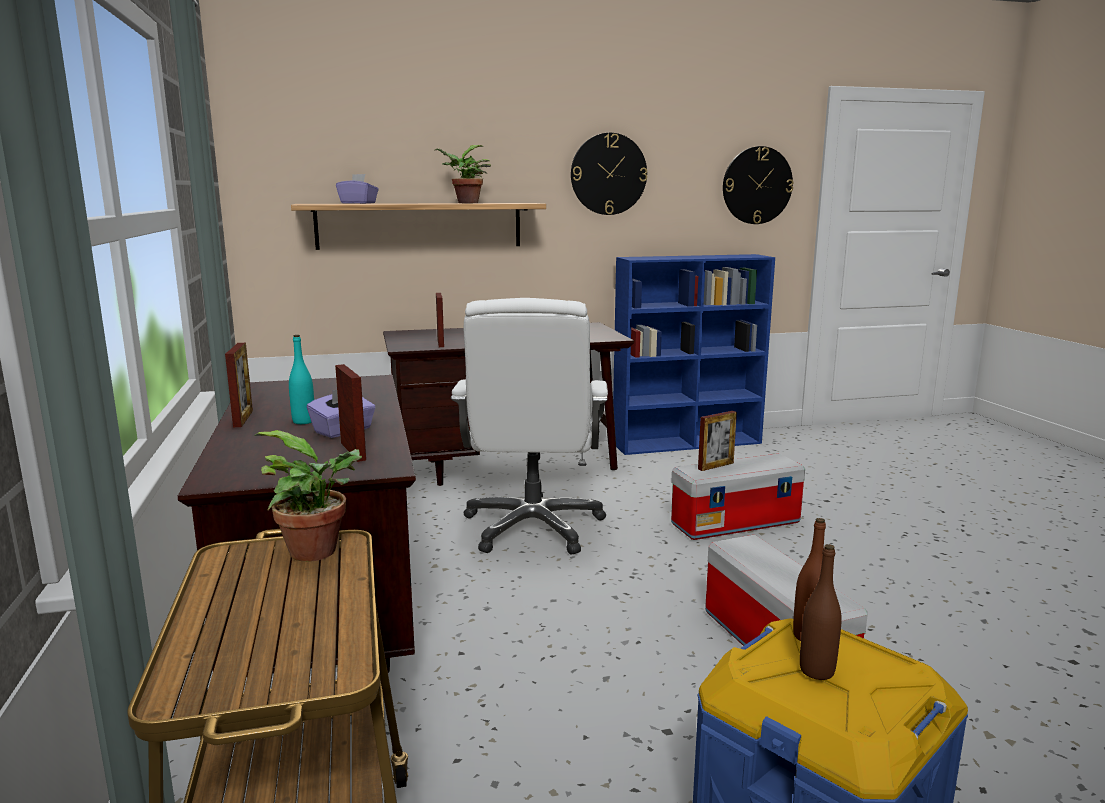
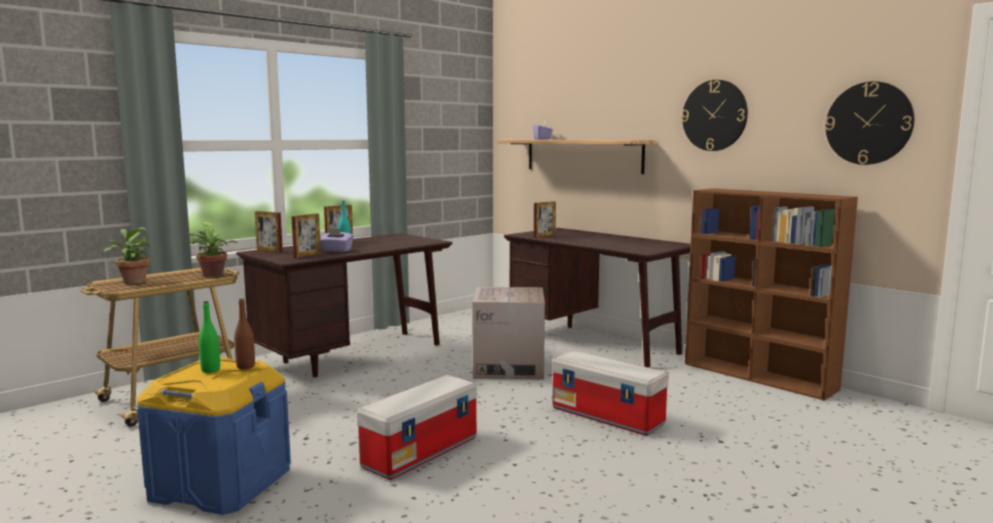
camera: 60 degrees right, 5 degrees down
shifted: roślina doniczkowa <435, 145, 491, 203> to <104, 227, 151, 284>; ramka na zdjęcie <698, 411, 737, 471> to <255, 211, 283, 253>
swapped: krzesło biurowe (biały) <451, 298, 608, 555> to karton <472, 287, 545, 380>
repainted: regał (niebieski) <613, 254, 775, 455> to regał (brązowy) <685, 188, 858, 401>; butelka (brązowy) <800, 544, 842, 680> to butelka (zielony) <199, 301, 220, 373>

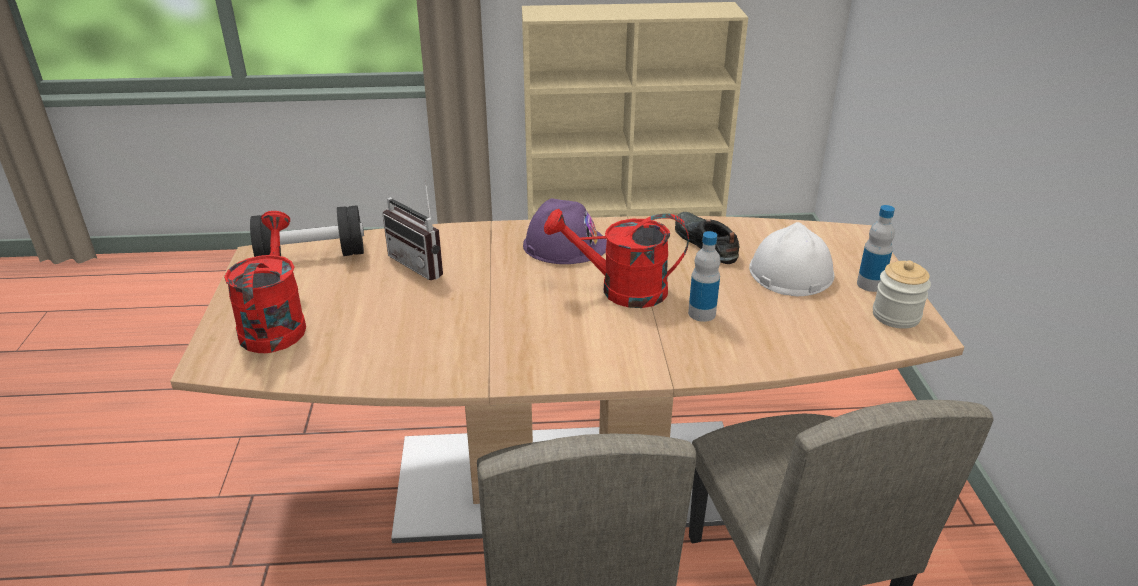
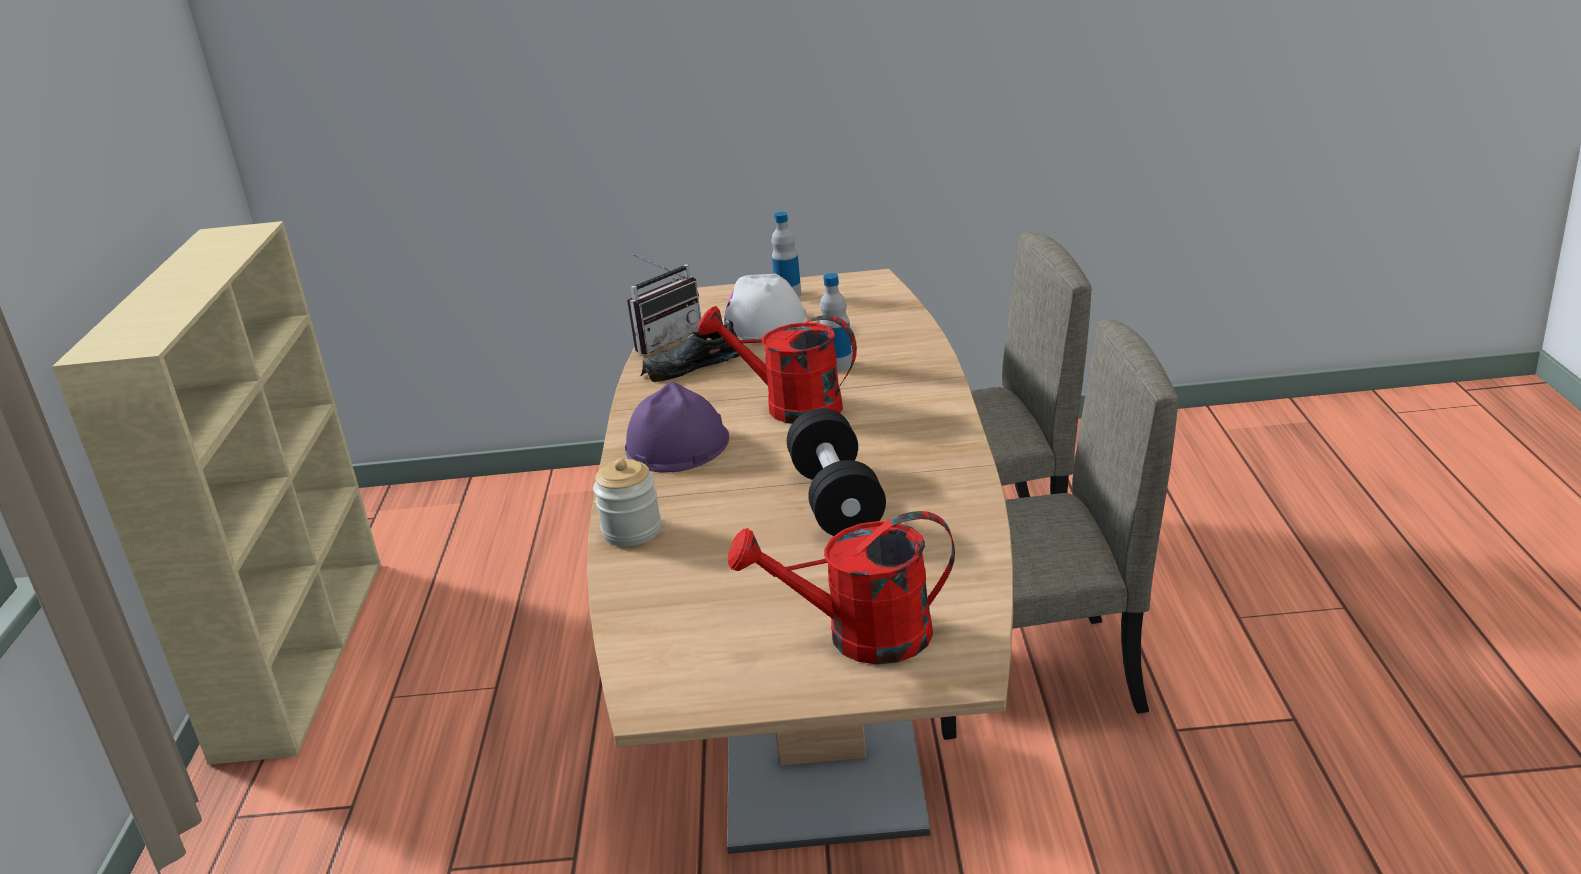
camera: 85 degrees left, 5 degrees down
shifted: hantel (czarny) <250, 205, 364, 257> to <787, 408, 886, 536>; radio <383, 181, 443, 280> to <627, 254, 701, 355>; słoik <873, 260, 931, 329> to <593, 458, 661, 546>
rotated: konewka (czerwony) <544, 209, 689, 308> = <698, 306, 857, 424> 105 degrees clockwise

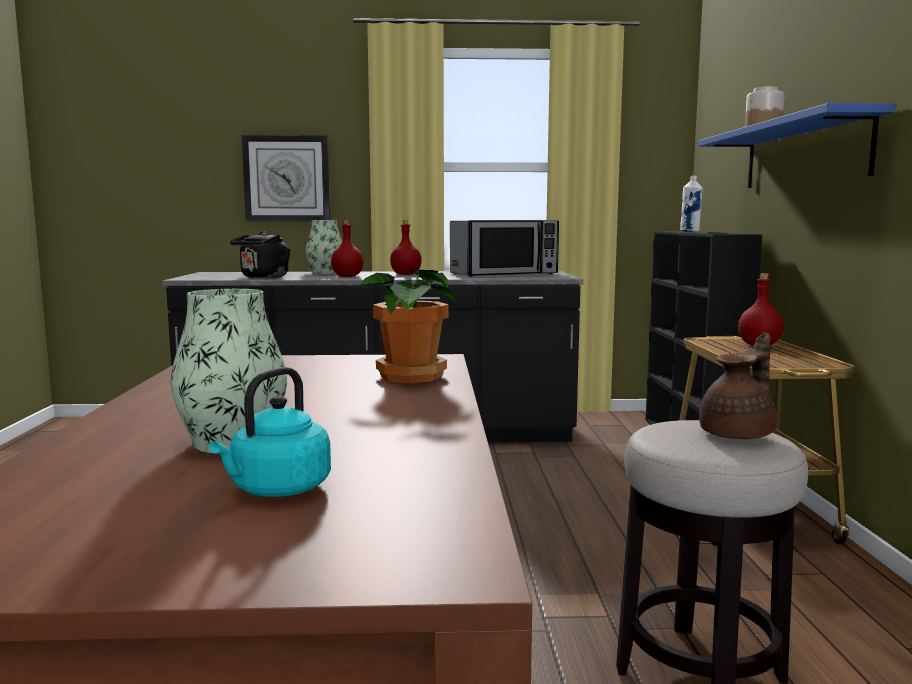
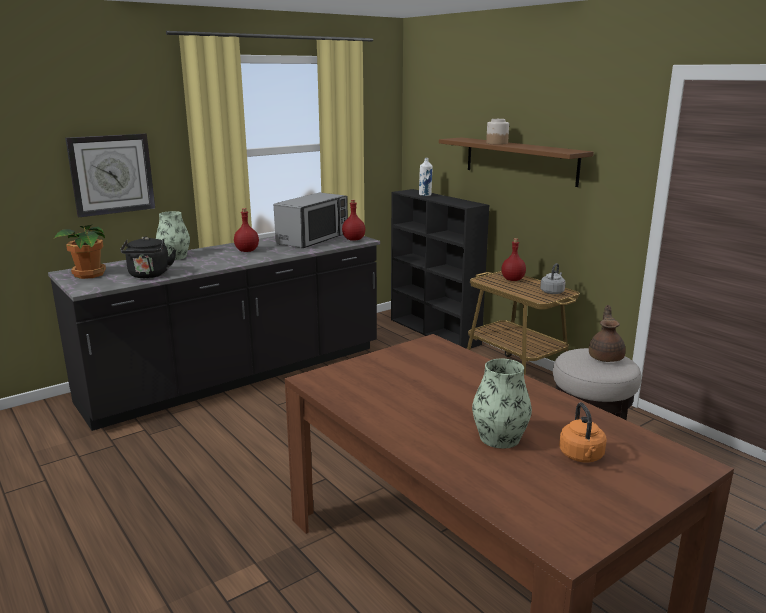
camera: 35 degrees left, 10 degrees up
new: czajnik (szary) <540, 263, 566, 294>
shifted: butelka (czerwony) <331, 220, 364, 277> to <342, 199, 365, 241>; roślina doniczkowa <355, 270, 456, 383> to <54, 224, 106, 279>
repainted: czajnik (turkusowy) <209, 367, 331, 497> to czajnik (pomarańczowy) <559, 402, 607, 463>; półka (niebieski) <698, 103, 895, 188> to półka (brązowy) <439, 137, 593, 187>

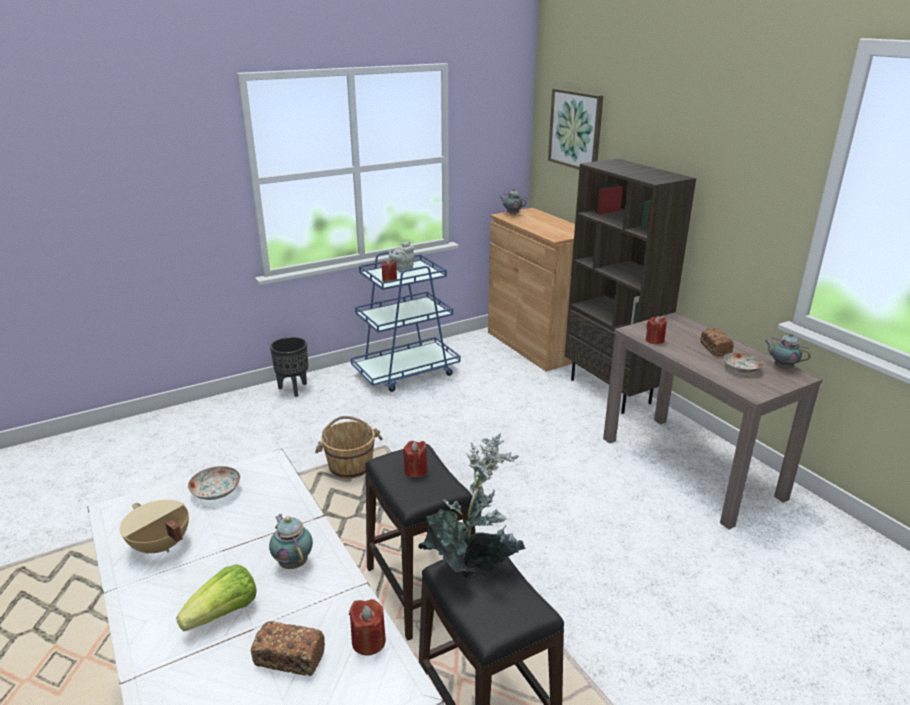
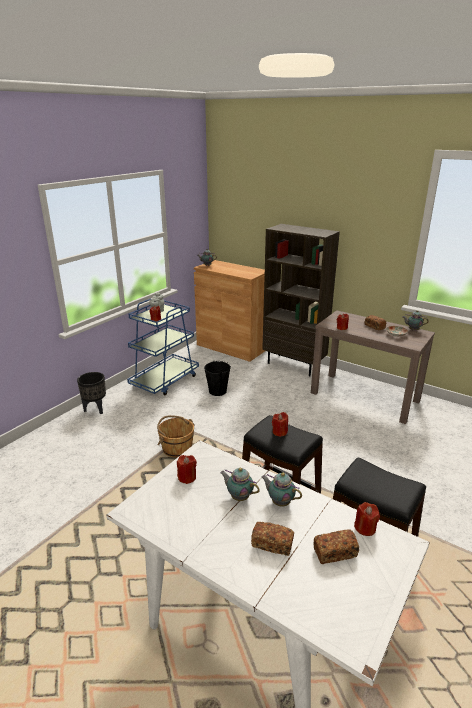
camera: 25 degrees left, 0 degrees up
gone: garnek (beżowy) <119, 500, 189, 554>; roślina doniczkowa <418, 434, 526, 579>; obraz <548, 88, 603, 169>
new: wiadro (czarny) <204, 360, 231, 396>; imbryk <220, 468, 260, 501>
swapped: sałata <176, 564, 257, 631> to chleb <251, 522, 294, 556>; talerz <188, 466, 240, 500> to świeca (czerwony) <177, 455, 197, 484>

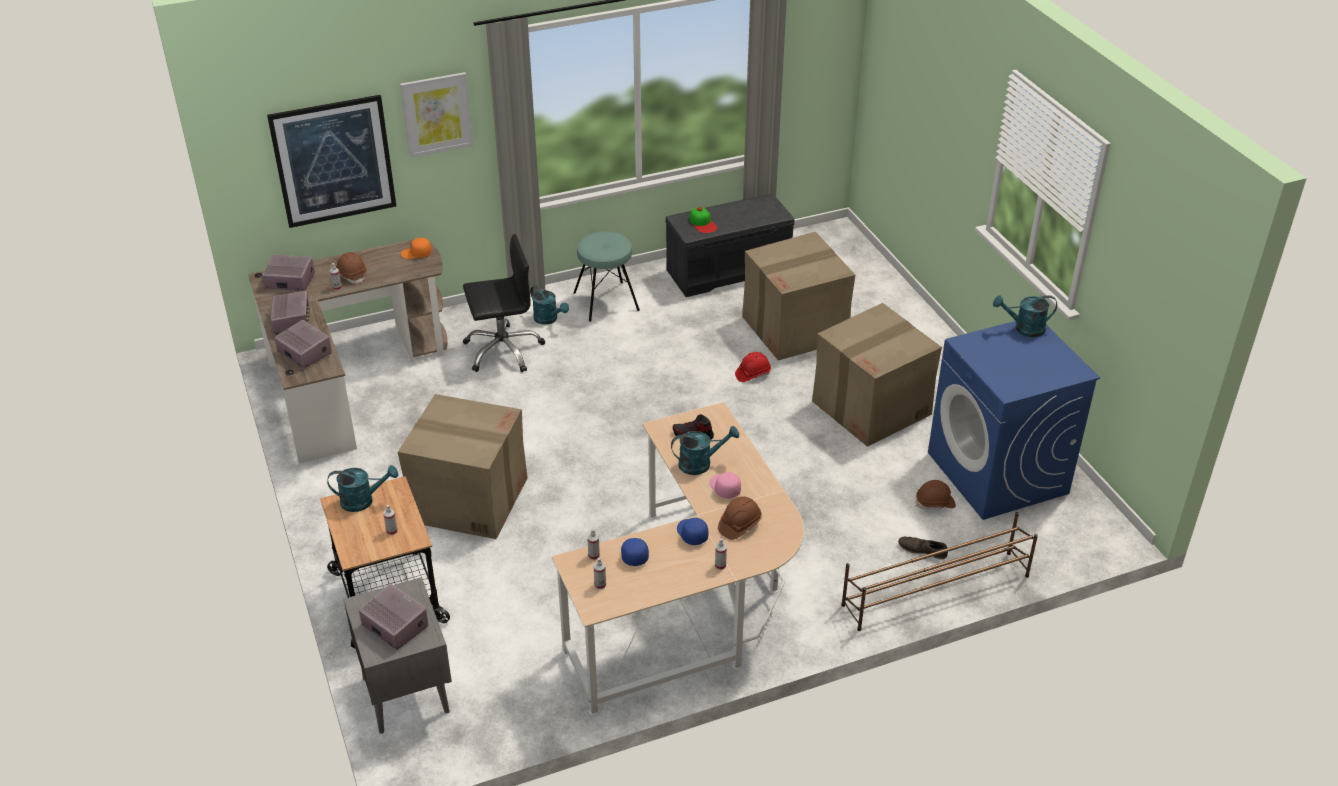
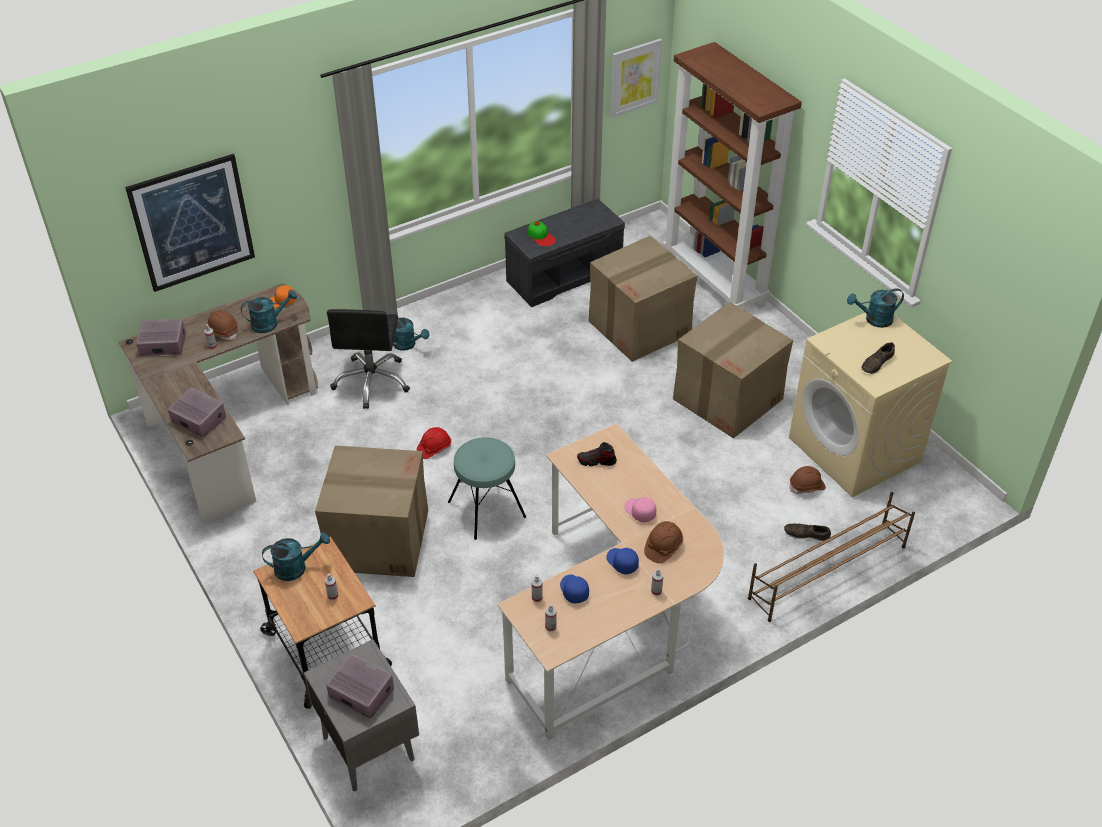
camera: 10 degrees left, 5 degrees up
gone: radio <270, 291, 310, 335>
new: regał (brązowy) <663, 42, 802, 309>; but (brązowy) <861, 343, 895, 374>
shifted: obraz <400, 72, 473, 158> to <610, 39, 662, 118>; stołek (turkusowy) <573, 231, 640, 322> to <448, 437, 526, 540>; konewka (turkusowy) <671, 426, 739, 475> to <241, 290, 297, 333>; kask (czerwony) <735, 352, 771, 382> to <417, 427, 451, 459>
repainted: pralka (niebieski) <928, 321, 1100, 520> to pralka (beżowy) <789, 313, 952, 497>
rotated: krzesło biurowe (czarny) <463, 234, 545, 372> = <327, 309, 410, 409> 120 degrees clockwise

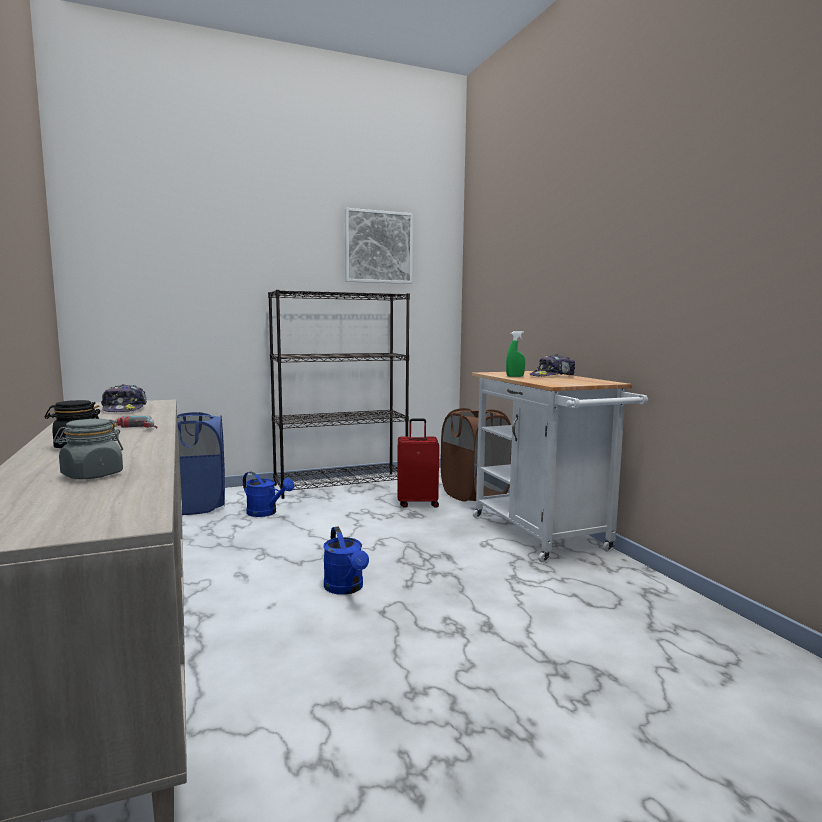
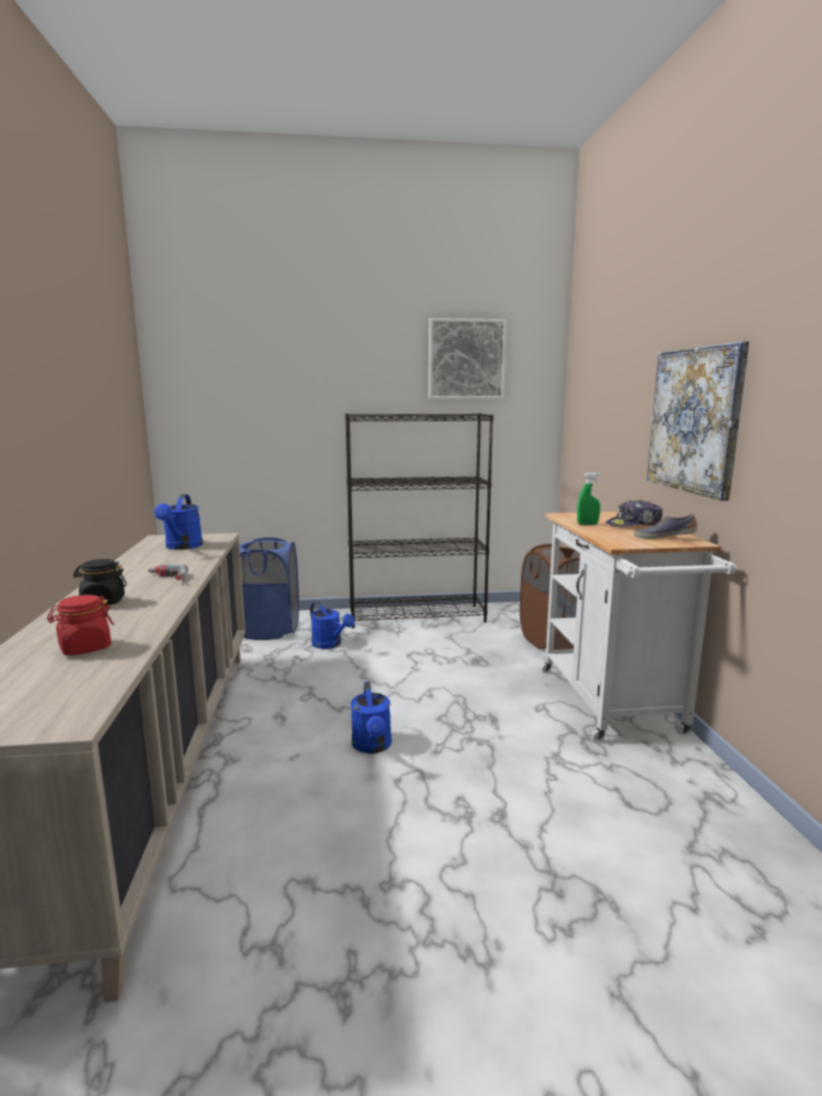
camera: 15 degrees right, 5 degrees up
gone: walizka (czerwony) <397, 418, 439, 508>
new: but <634, 514, 698, 539>; obraz <647, 341, 749, 501>
swapped: czapka z daszkiem <101, 384, 147, 412> to konewka (niebieski) <154, 494, 203, 550>
repainted: słoik (szary) <53, 419, 123, 479> to słoik (czerwony) <47, 595, 114, 656>

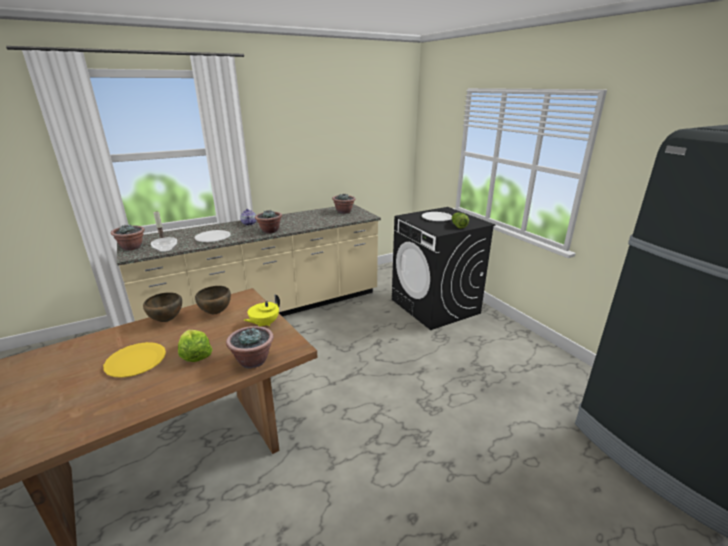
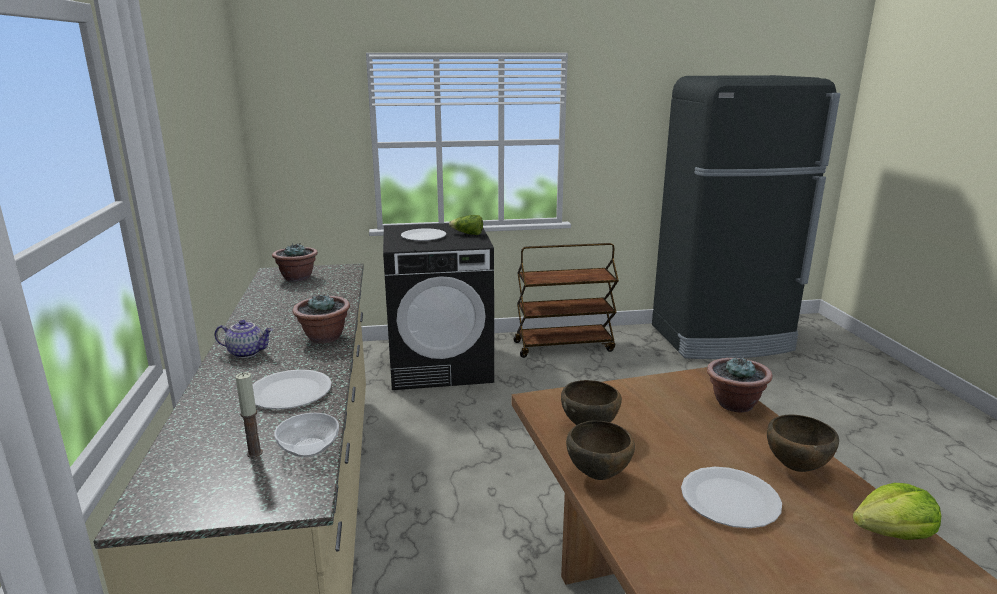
camera: 70 degrees left, 5 degrees down
gone: roślina doniczkowa <111, 224, 145, 250>; imbryk (żółty) <244, 294, 280, 326>
new: wózek (brązowy) <514, 243, 619, 358>; miska (brązowy) <767, 415, 839, 472>
shifted: sałata <178, 330, 212, 362> to <853, 483, 941, 540>
repainted: talerz (żółty) <103, 342, 166, 378> to talerz (biały) <681, 467, 782, 528>

